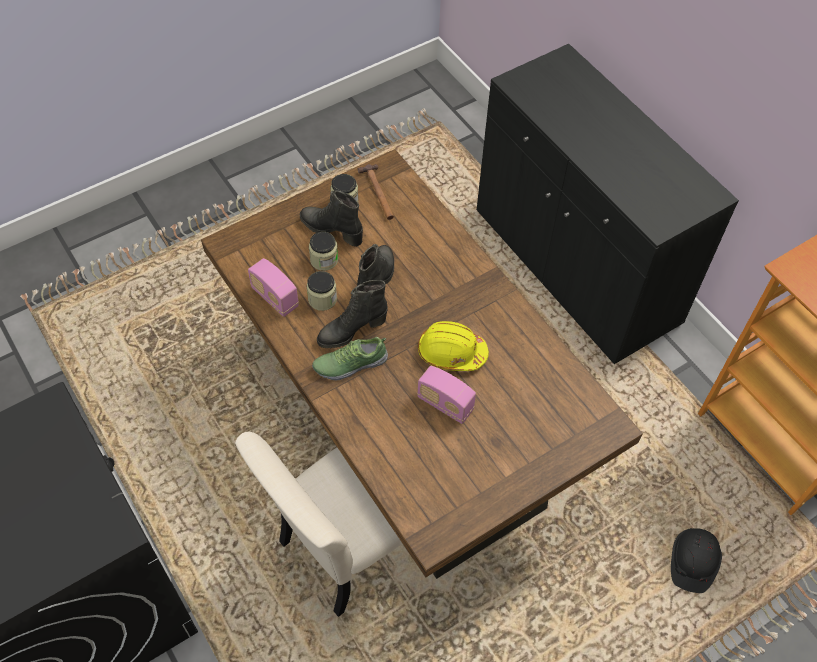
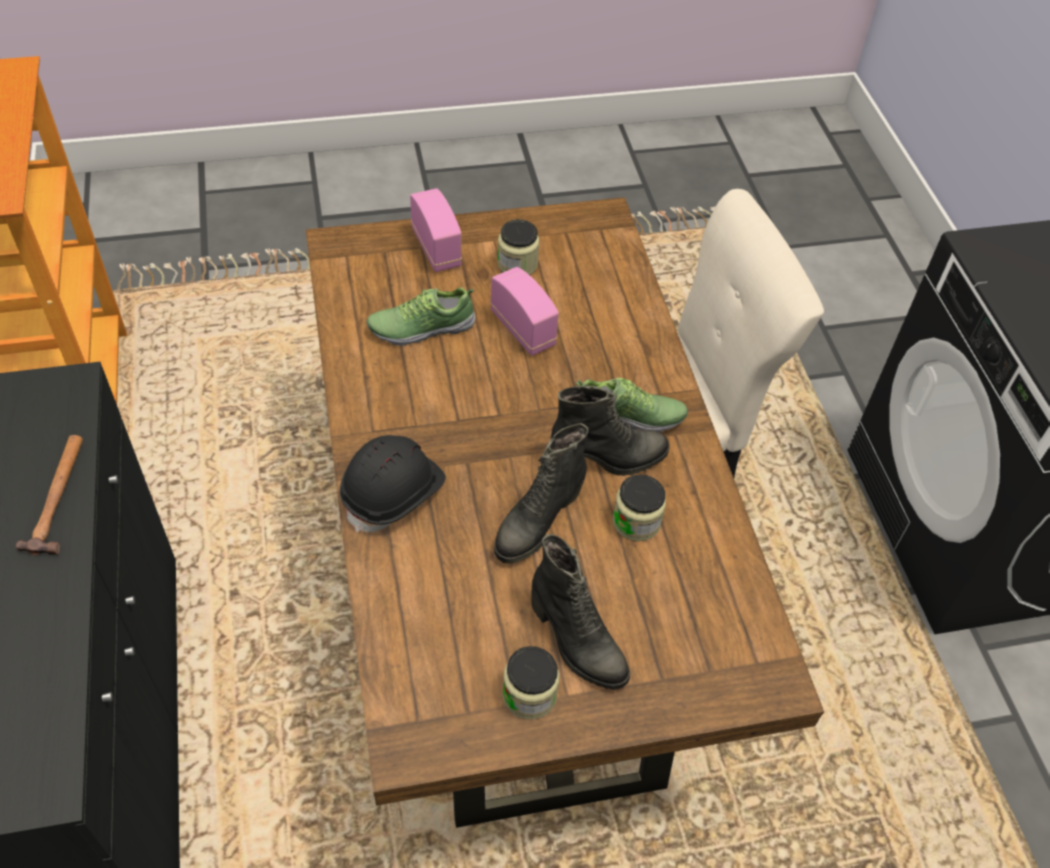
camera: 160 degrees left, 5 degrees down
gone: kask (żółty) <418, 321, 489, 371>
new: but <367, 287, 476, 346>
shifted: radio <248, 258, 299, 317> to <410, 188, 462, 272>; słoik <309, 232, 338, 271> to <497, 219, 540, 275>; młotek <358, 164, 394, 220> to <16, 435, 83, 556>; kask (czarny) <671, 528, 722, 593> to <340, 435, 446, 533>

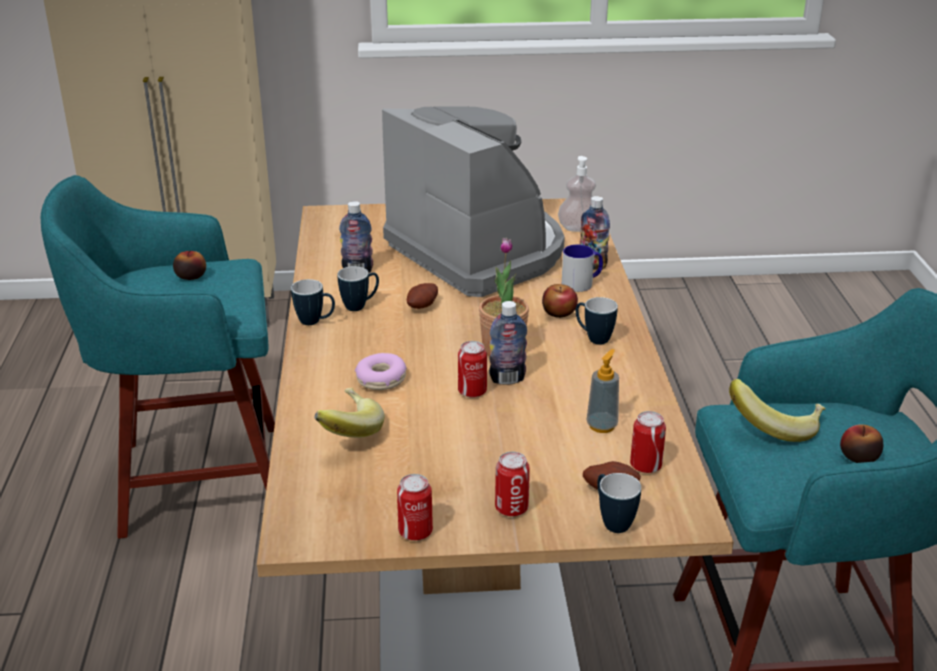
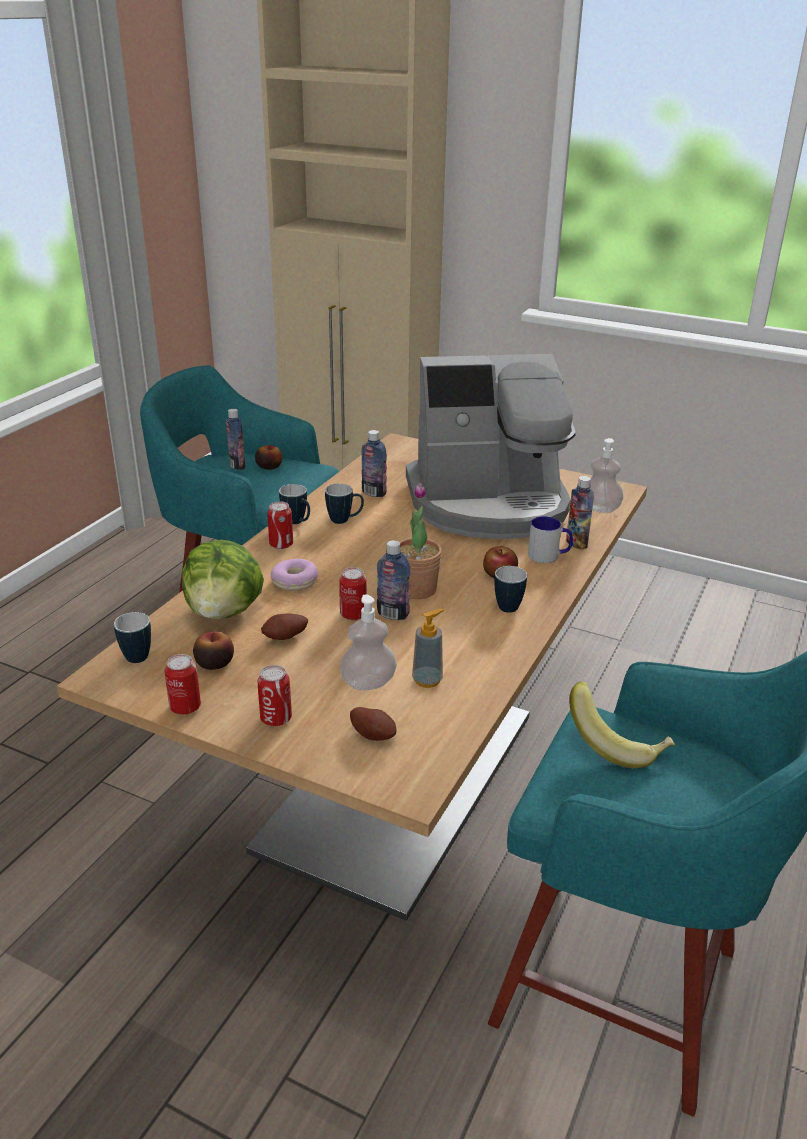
camera: 30 degrees right, 0 degrees up
new: butelka <226, 409, 245, 470>; dozownik mydła <340, 594, 397, 690>
shifted: ziemniak <407, 283, 438, 309> to <261, 613, 308, 640>; kubek <597, 473, 641, 533> to <114, 612, 151, 663>; puszka <630, 411, 666, 473> to <267, 501, 293, 549>; jabłko <840, 425, 883, 463> to <193, 632, 234, 670>
swapped: banan <314, 388, 385, 438> to sałata <182, 540, 264, 619>
rotated: ekspres do kawy <382, 107, 565, 297> = <406, 354, 576, 539> 90 degrees clockwise

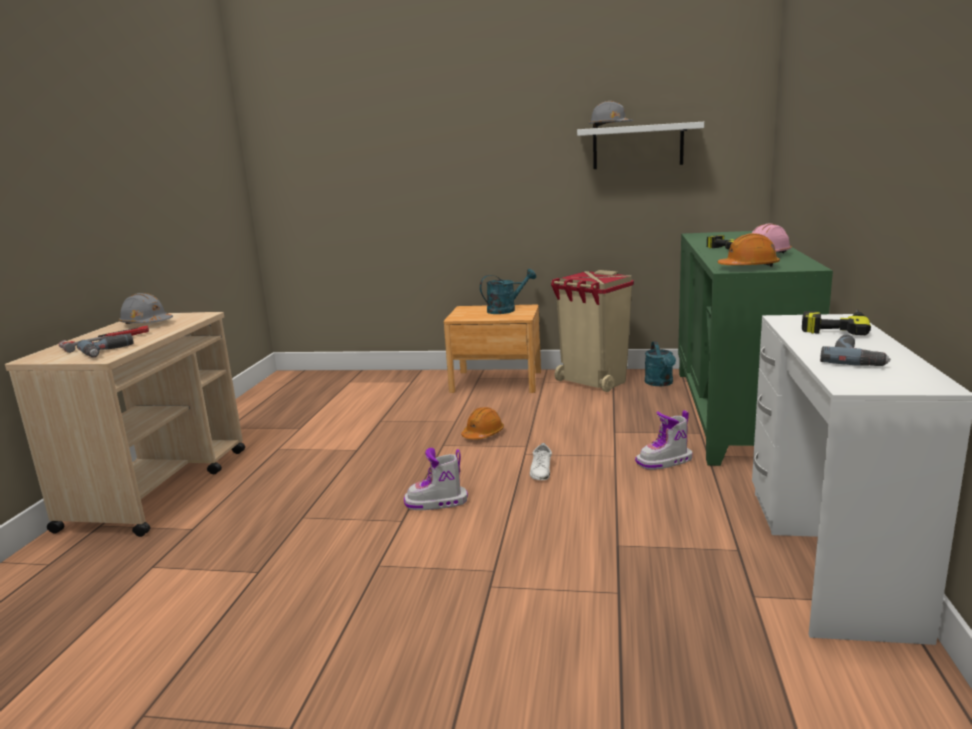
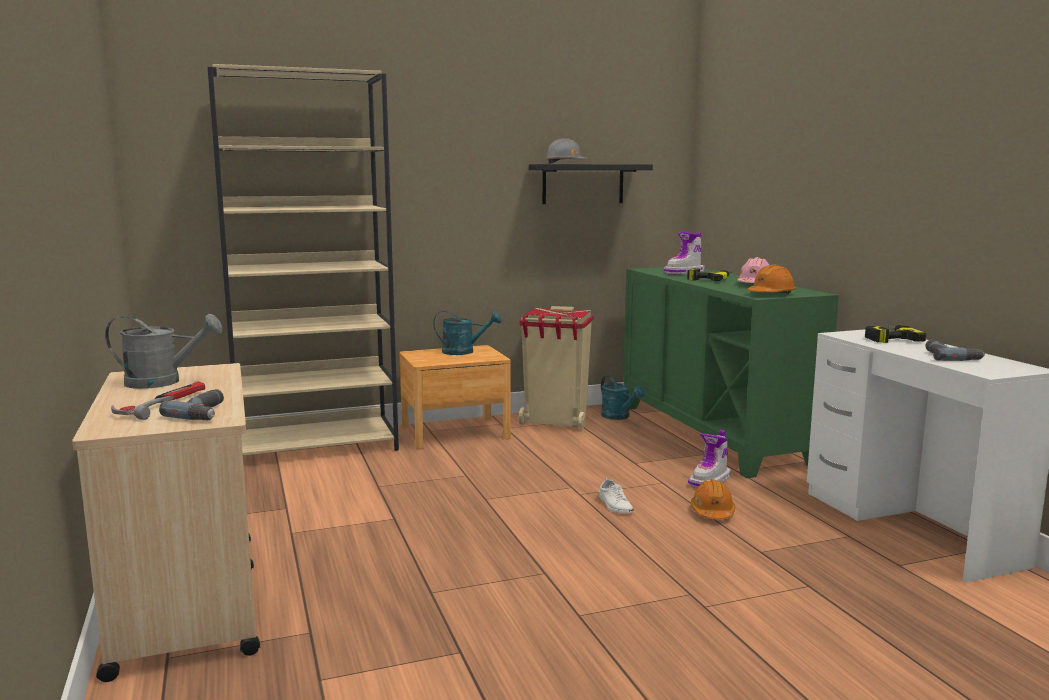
camera: 30 degrees left, 5 degrees down
new: regał (beżowy) <207, 64, 399, 455>
shifted: but z cholewką <404, 448, 468, 510> to <663, 232, 705, 275>; kask (pomarańczowy) <461, 407, 504, 440> to <691, 479, 736, 519>
swapped: kask (szary) <119, 293, 173, 324> to konewka (szary) <105, 314, 222, 389>
repainted: półka (biały) <577, 122, 704, 169> to półka (czarny) <529, 164, 653, 204>
rotated: konewka (turkusowy) <480, 269, 536, 314> = <433, 311, 501, 355> 60 degrees clockwise

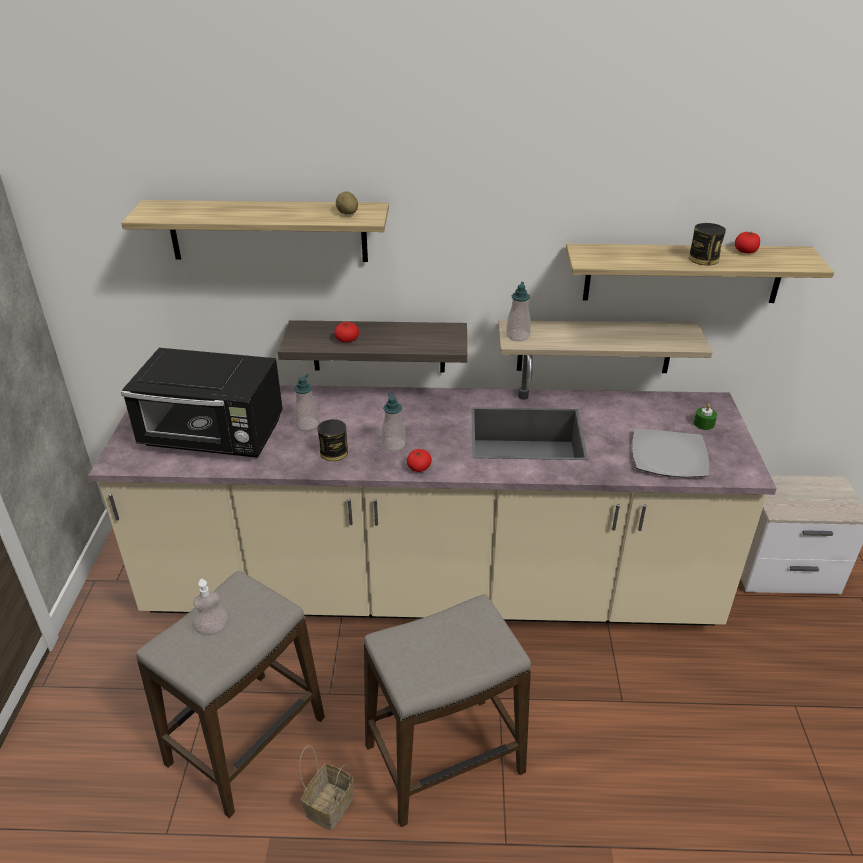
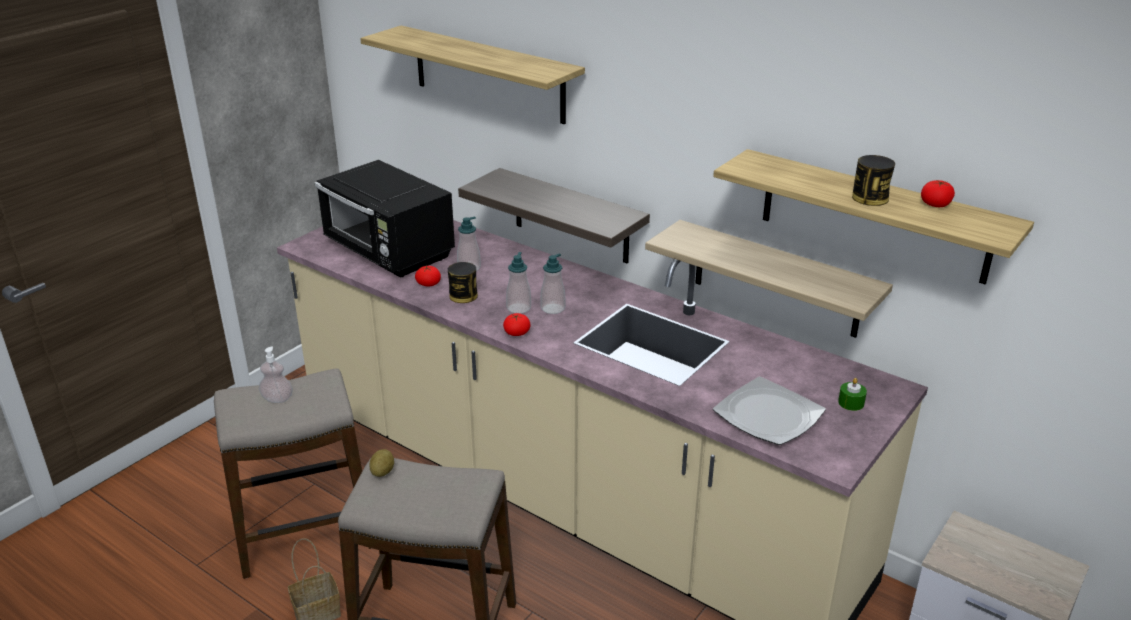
camera: 35 degrees right, 5 degrees down
shifted: pomidor <334, 322, 359, 342> to <415, 266, 441, 287>; ziemniak <336, 191, 358, 214> to <369, 449, 394, 477>; dozownik mydła <506, 282, 531, 341> to <540, 253, 566, 314>

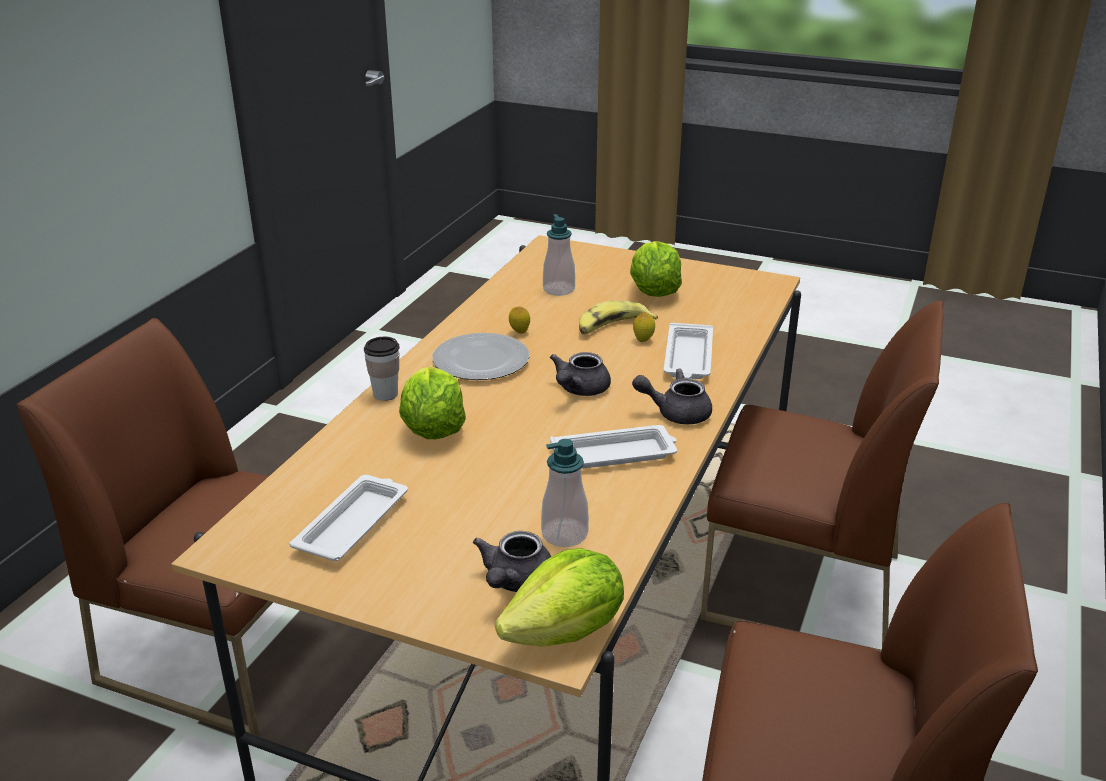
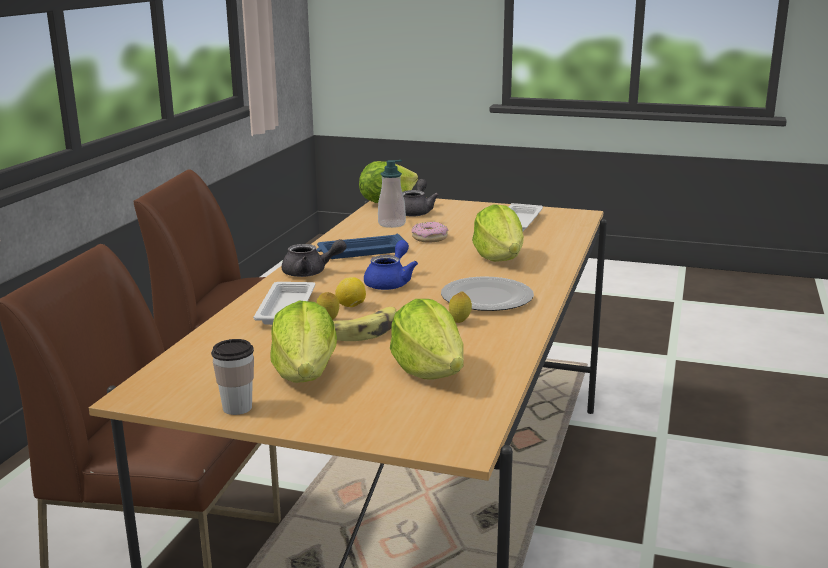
camera: 175 degrees right, 10 degrees down
gone: krzesło (brązowy) <17, 318, 273, 737>
new: cytryna <335, 277, 366, 307>; donut <411, 222, 448, 243>
shifted: filiżanka <364, 337, 399, 401> to <211, 339, 254, 415>
swapped: dozownik mydła <543, 214, 575, 296> to sałata <390, 299, 464, 380>
repainted: imbryk (szary) <550, 352, 611, 396> to imbryk (niebieski) <364, 240, 418, 290>; taca (biały) <550, 425, 677, 469> to taca (niebieski) <316, 233, 405, 259>

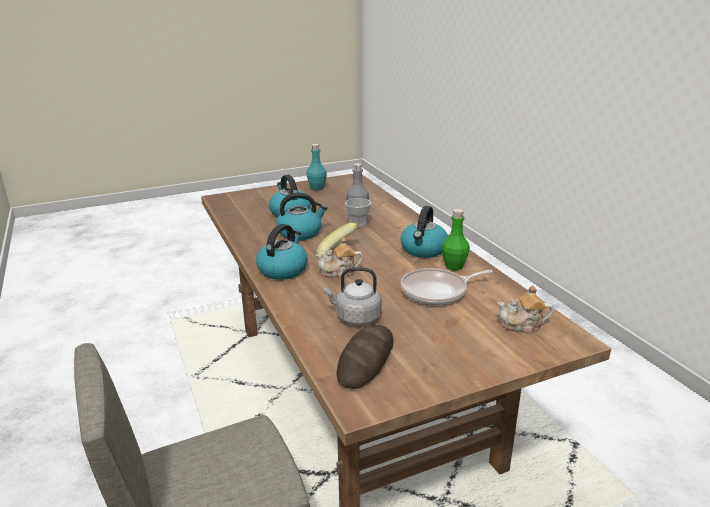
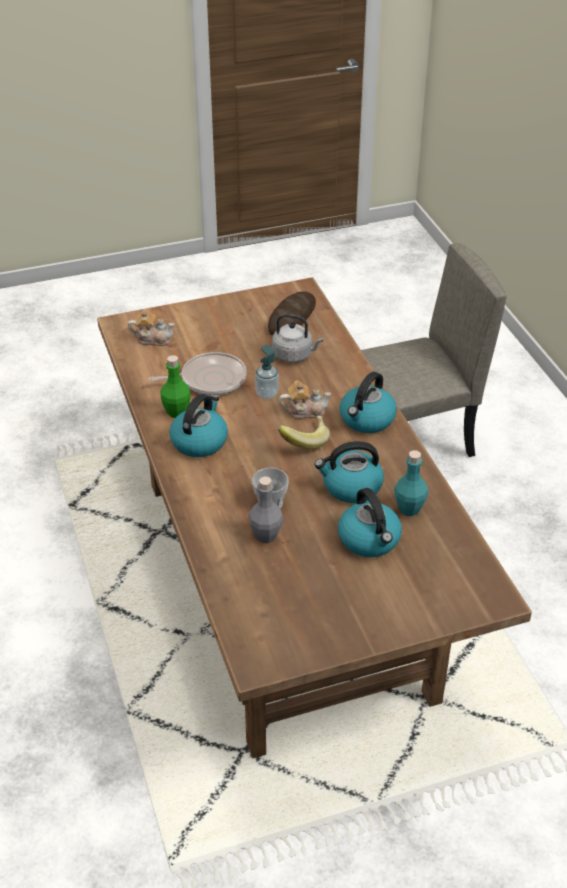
camera: 175 degrees left, 15 degrees up
new: dozownik mydła <255, 344, 279, 399>
shifted: butelka (turkusowy) <306, 144, 327, 190> to <394, 450, 428, 516>

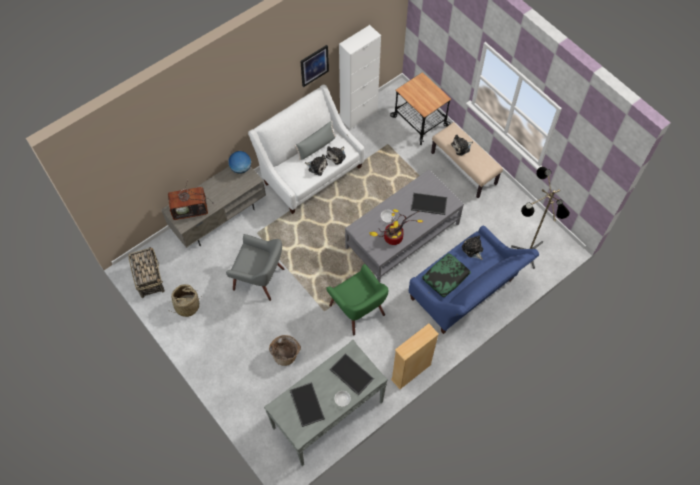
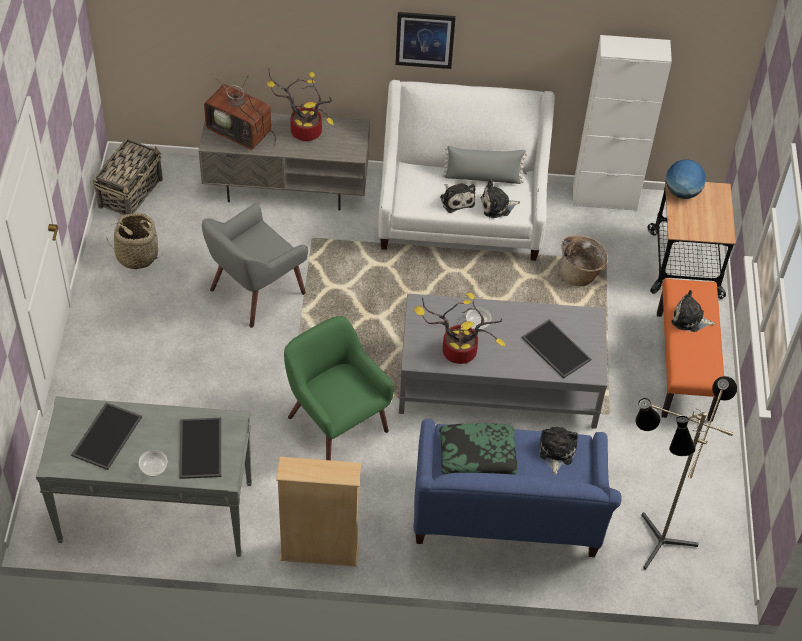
camera: 40 degrees right, 10 degrees down
new: roślina doniczkowa <267, 68, 333, 141>
shifted: globus <228, 151, 251, 174> to <666, 159, 706, 199>; koszyk <269, 335, 301, 366> to <560, 236, 608, 286>; obraz <300, 45, 329, 87> to <395, 12, 456, 69>
repainted: ławka (beżowy) <431, 122, 503, 198> to ławka (pomarańczowy) <657, 278, 724, 421>
rotated: fotel (szary) <226, 234, 284, 301> = <202, 203, 308, 328> 75 degrees clockwise; fotel (zielony) <327, 264, 388, 335> = <284, 316, 394, 460> 135 degrees clockwise

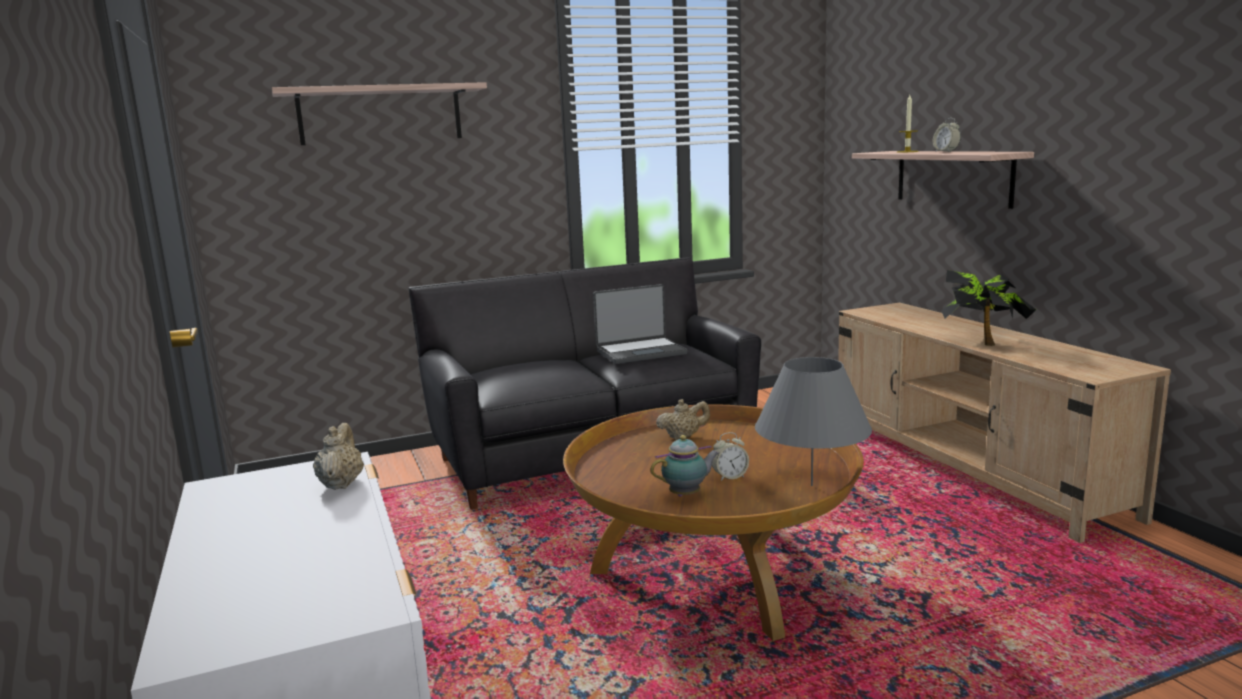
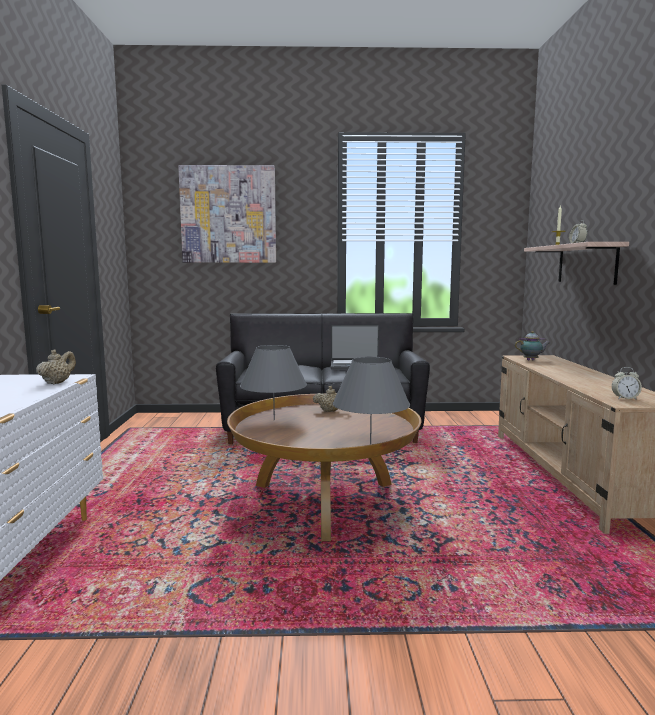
camera: 20 degrees right, 5 degrees down
gone: roślina doniczkowa <941, 270, 1036, 346>
new: lampa stołowa (szary) <240, 345, 307, 421>
shifted: imbryk <650, 435, 719, 496> to <515, 331, 550, 360>; budzik <712, 432, 749, 481> to <612, 367, 642, 400>
swapped: półka <272, 82, 487, 145> to obraz <178, 165, 276, 263>

